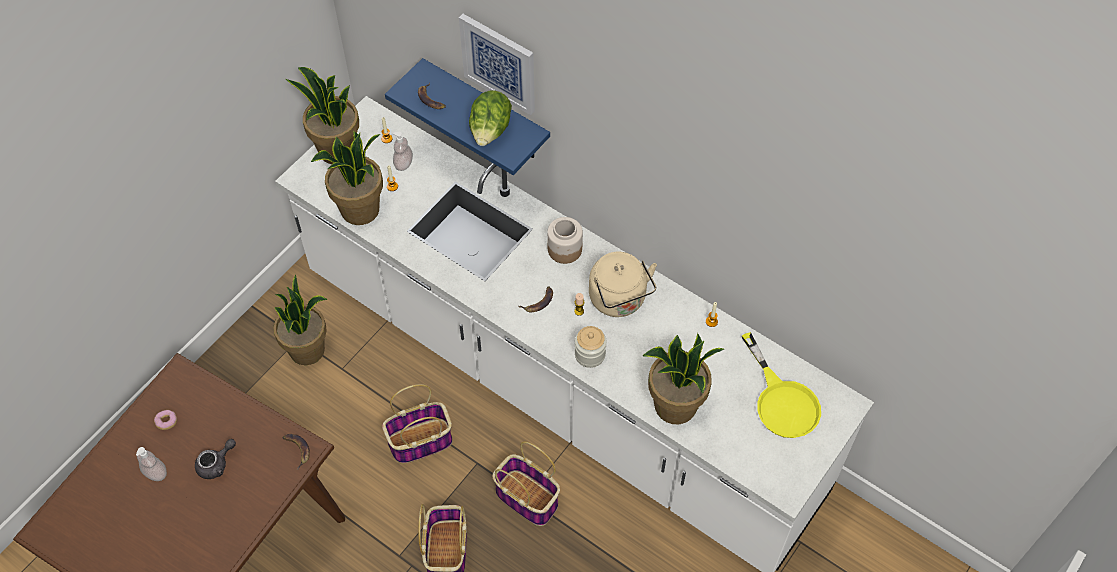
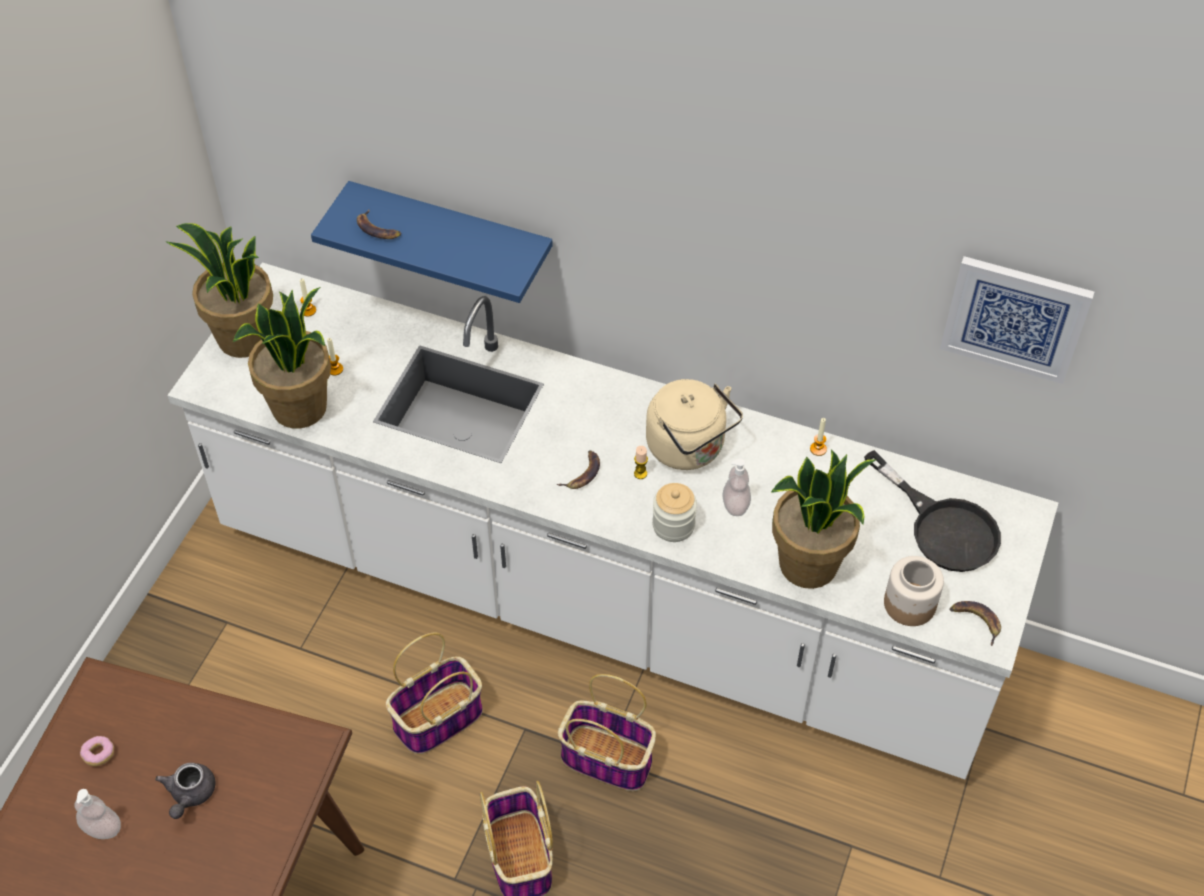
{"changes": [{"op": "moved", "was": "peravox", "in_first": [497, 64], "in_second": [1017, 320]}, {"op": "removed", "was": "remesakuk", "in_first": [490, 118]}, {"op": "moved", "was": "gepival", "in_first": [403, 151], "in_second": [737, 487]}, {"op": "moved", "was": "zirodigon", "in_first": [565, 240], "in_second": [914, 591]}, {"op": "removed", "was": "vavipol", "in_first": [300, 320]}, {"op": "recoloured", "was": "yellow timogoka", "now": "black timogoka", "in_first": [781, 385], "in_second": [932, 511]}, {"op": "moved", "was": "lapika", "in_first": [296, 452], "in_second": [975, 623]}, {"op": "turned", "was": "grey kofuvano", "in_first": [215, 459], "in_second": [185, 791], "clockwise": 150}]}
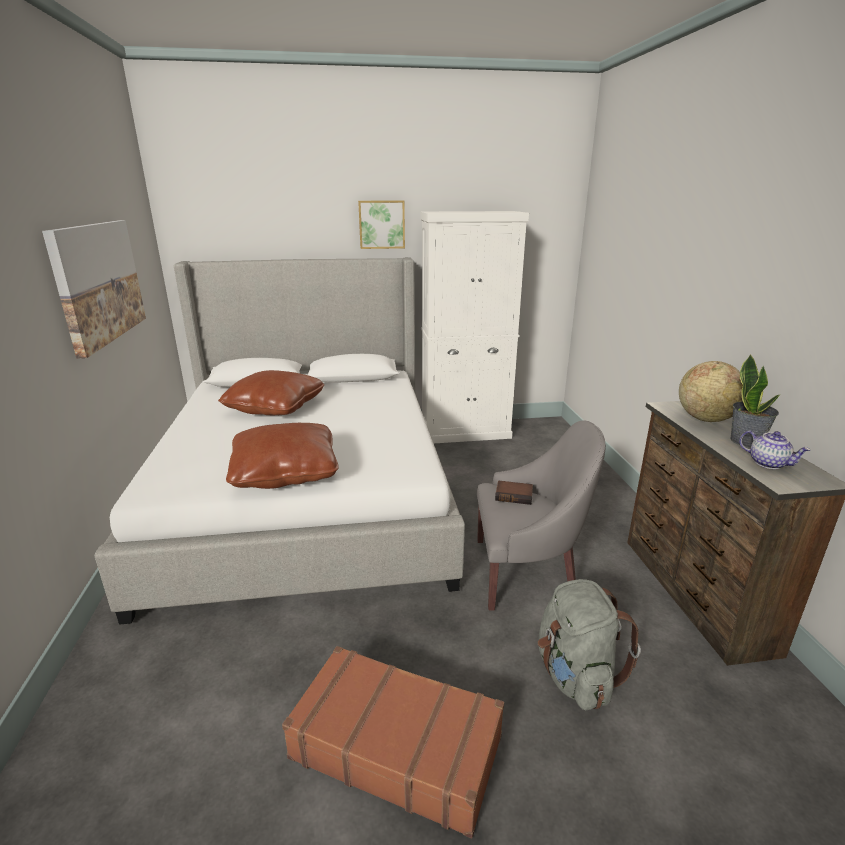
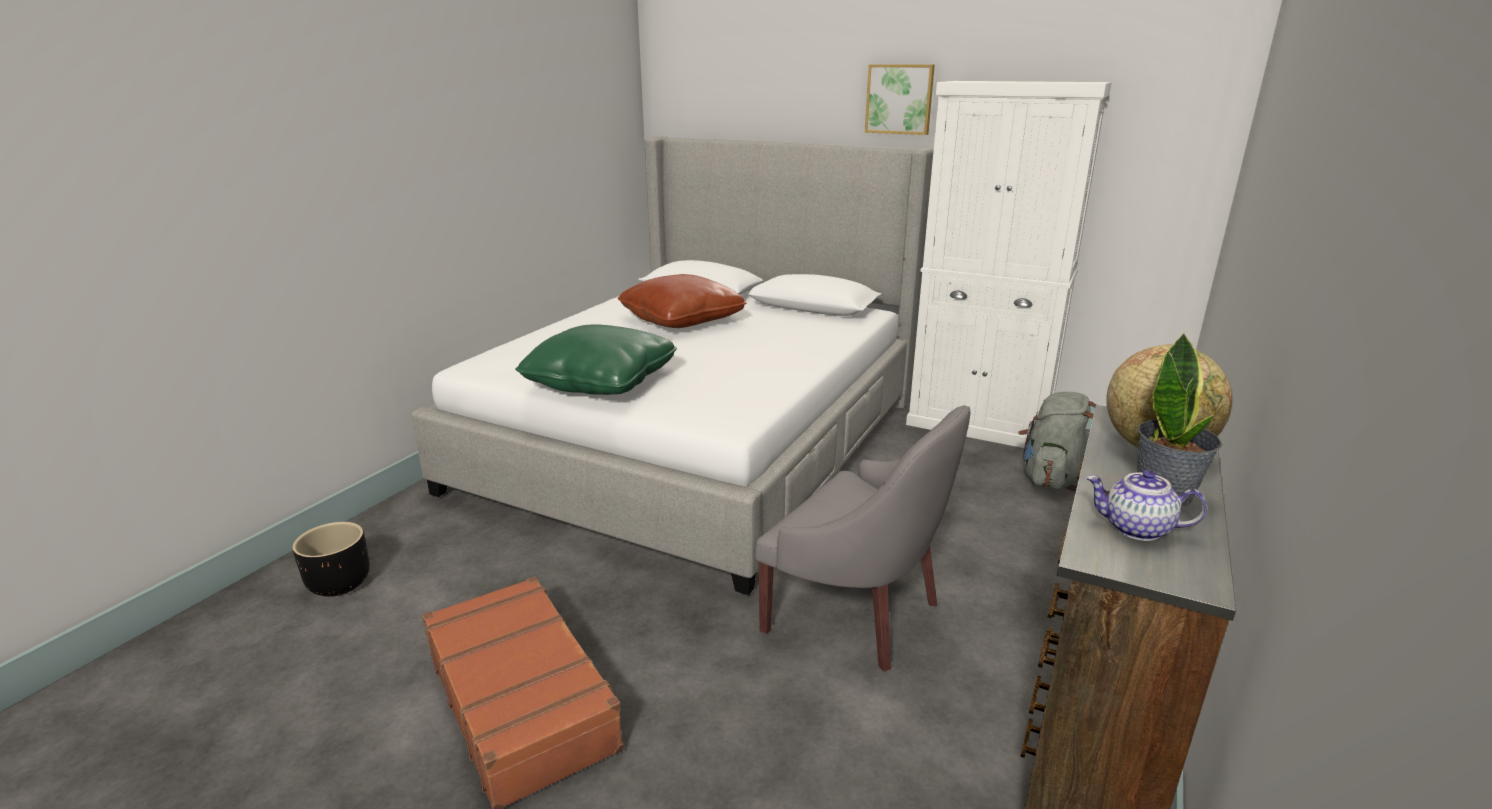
{"changes": [{"op": "removed", "was": "peravox", "in_first": [94, 289]}, {"op": "recoloured", "was": "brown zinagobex", "now": "green zinagobex", "in_first": [282, 456], "in_second": [596, 359]}, {"op": "turned", "was": "kofuvano", "in_first": [775, 450], "in_second": [1146, 505], "clockwise": 120}, {"op": "removed", "was": "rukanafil", "in_first": [514, 492]}, {"op": "moved", "was": "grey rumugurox", "in_first": [589, 644], "in_second": [1057, 441]}, {"op": "added", "now": "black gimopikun", "in_second": [331, 559]}]}
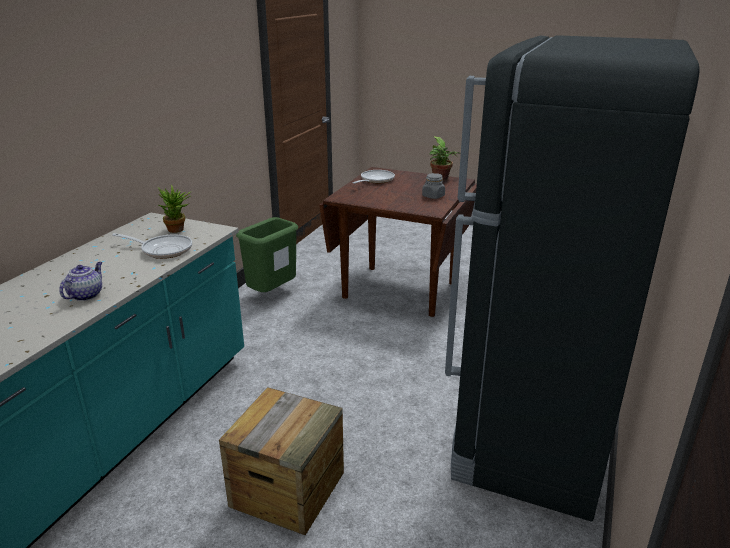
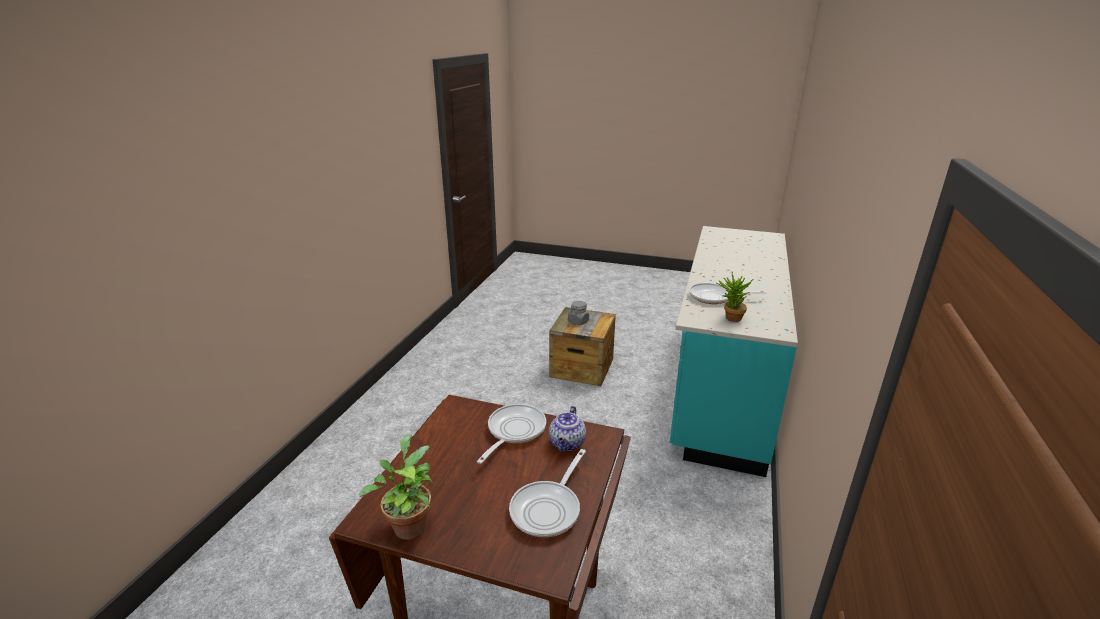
{"changes": [{"op": "removed", "was": "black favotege", "in_first": [572, 278]}, {"op": "moved", "was": "grey zirodigon", "in_first": [433, 186], "in_second": [578, 313]}, {"op": "removed", "was": "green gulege", "in_first": [267, 254]}, {"op": "moved", "was": "kofuvano", "in_first": [80, 281], "in_second": [567, 429]}, {"op": "added", "now": "timogoka", "in_second": [511, 434]}]}
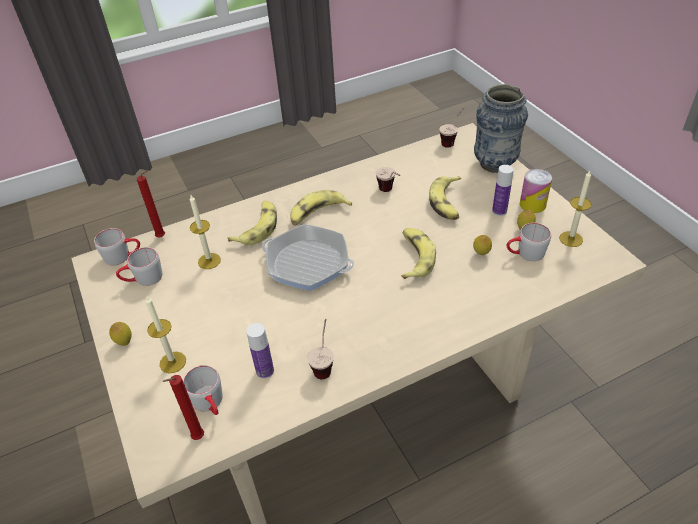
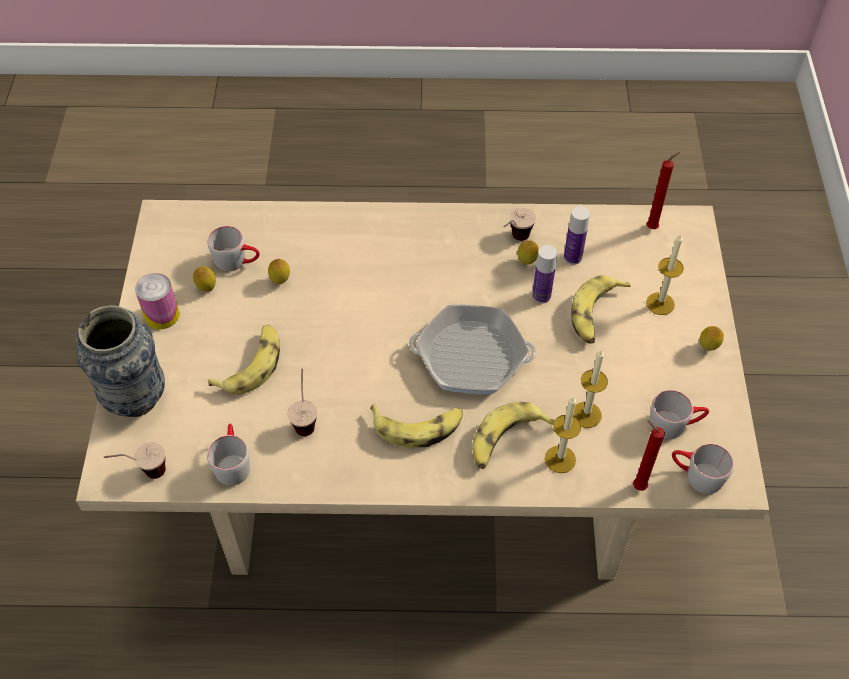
{"changes": [{"op": "moved", "was": "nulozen", "in_first": [503, 190], "in_second": [544, 274]}, {"op": "moved", "was": "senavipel", "in_first": [575, 209], "in_second": [563, 434]}, {"op": "turned", "was": "timogoka", "in_first": [308, 257], "in_second": [472, 349], "clockwise": 135}, {"op": "moved", "was": "lapika", "in_first": [418, 253], "in_second": [601, 309]}, {"op": "moved", "was": "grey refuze", "in_first": [203, 390], "in_second": [228, 455]}, {"op": "added", "now": "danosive", "in_second": [528, 252]}]}
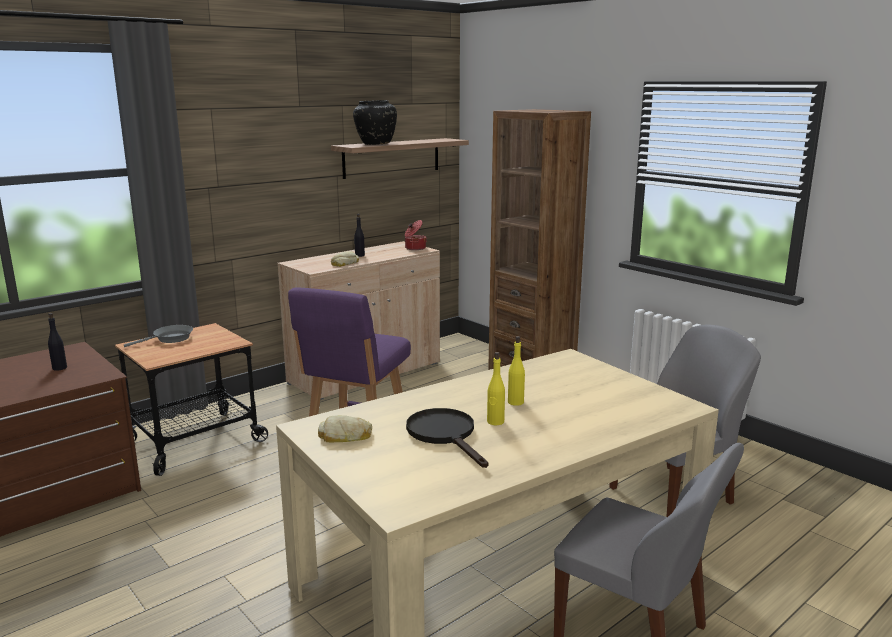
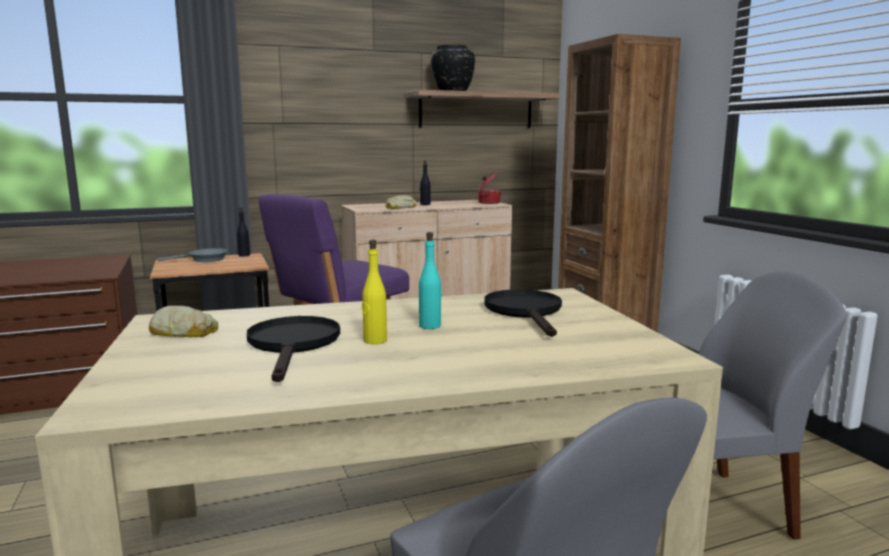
{"changes": [{"op": "moved", "was": "black nulozen", "in_first": [57, 342], "in_second": [243, 232]}, {"op": "recoloured", "was": "yellow nulozen", "now": "turquoise nulozen", "in_first": [516, 371], "in_second": [430, 280]}, {"op": "added", "now": "black timogoka", "in_second": [523, 313]}]}
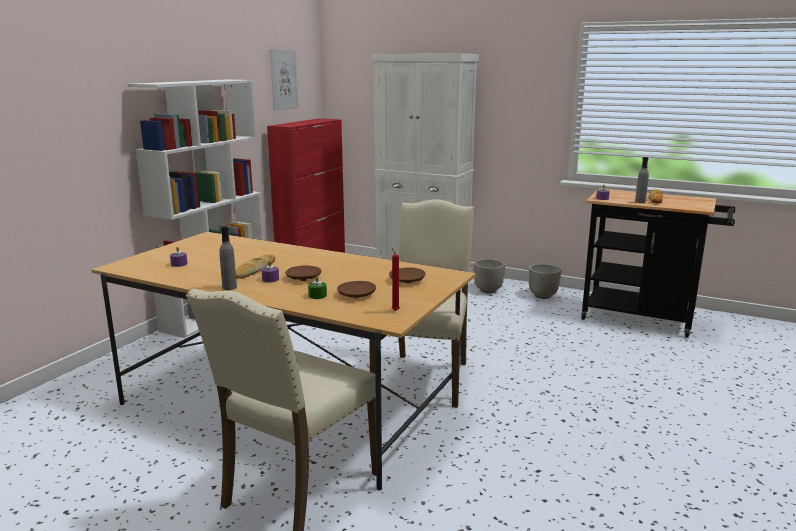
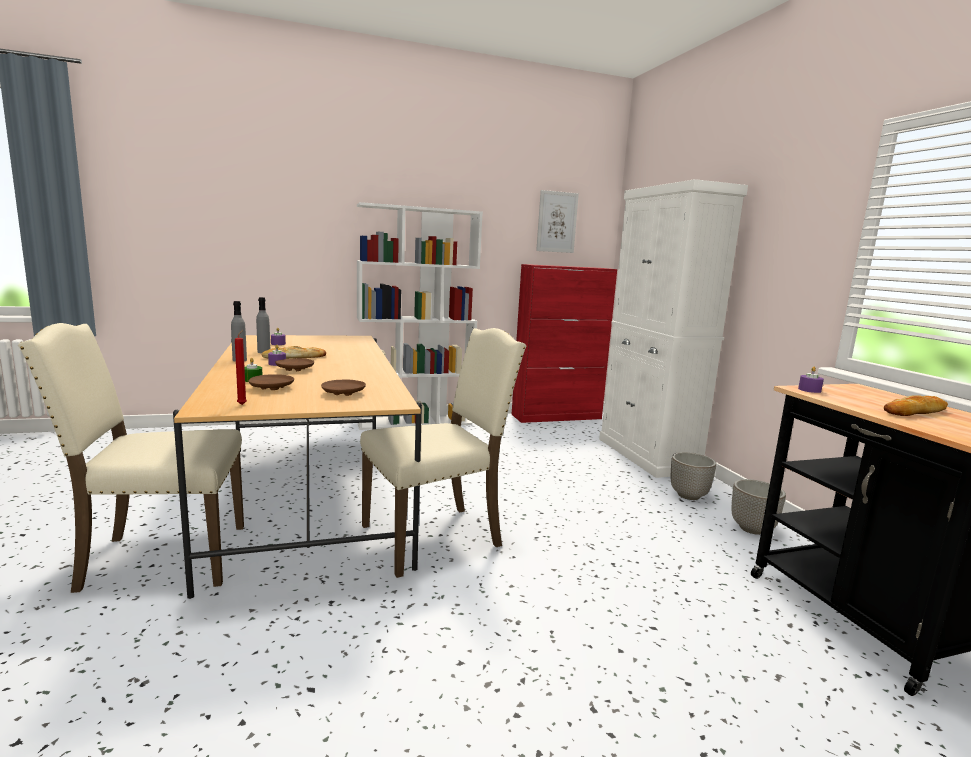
{"changes": [{"op": "moved", "was": "grey nulozen", "in_first": [642, 180], "in_second": [263, 325]}]}
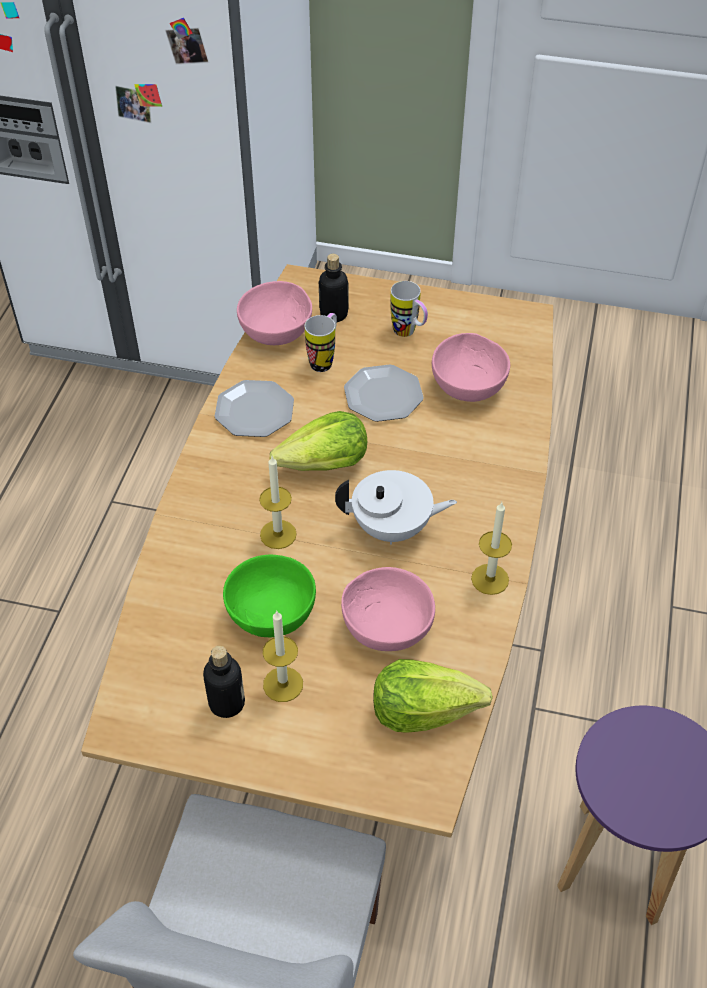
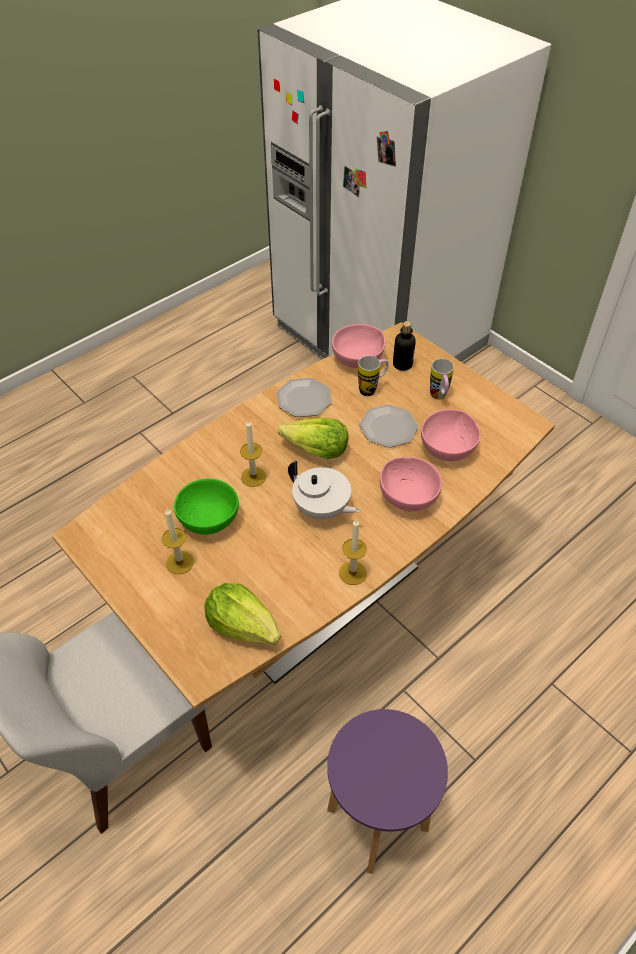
{"changes": [{"op": "moved", "was": "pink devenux", "in_first": [388, 609], "in_second": [411, 484]}, {"op": "removed", "was": "nulozen", "in_first": [224, 682]}]}
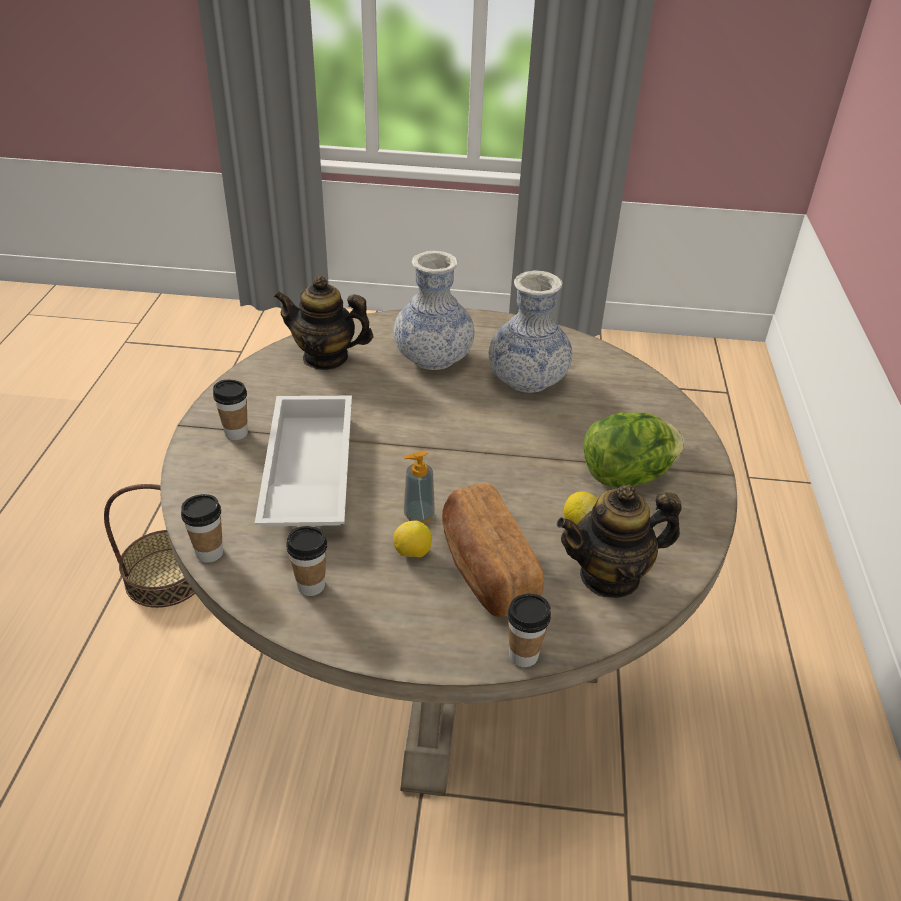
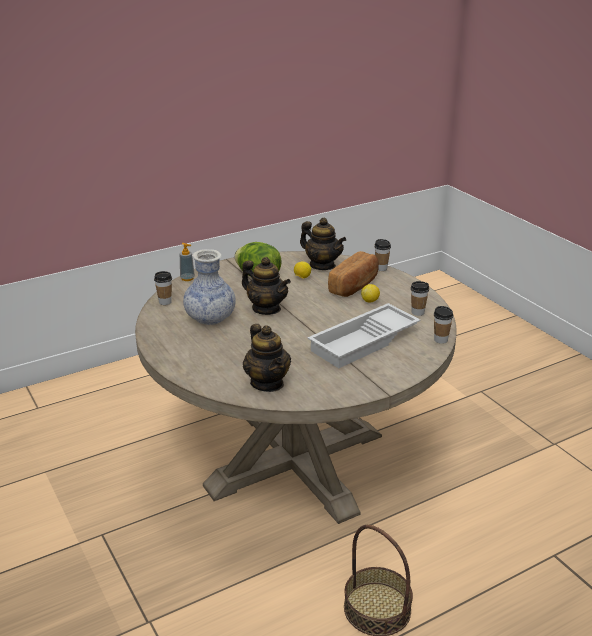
{"changes": [{"op": "removed", "was": "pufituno", "in_first": [433, 310]}, {"op": "moved", "was": "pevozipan", "in_first": [230, 410], "in_second": [163, 288]}, {"op": "moved", "was": "gepival", "in_first": [419, 486], "in_second": [187, 262]}, {"op": "added", "now": "kofuvano", "in_second": [266, 286]}]}
